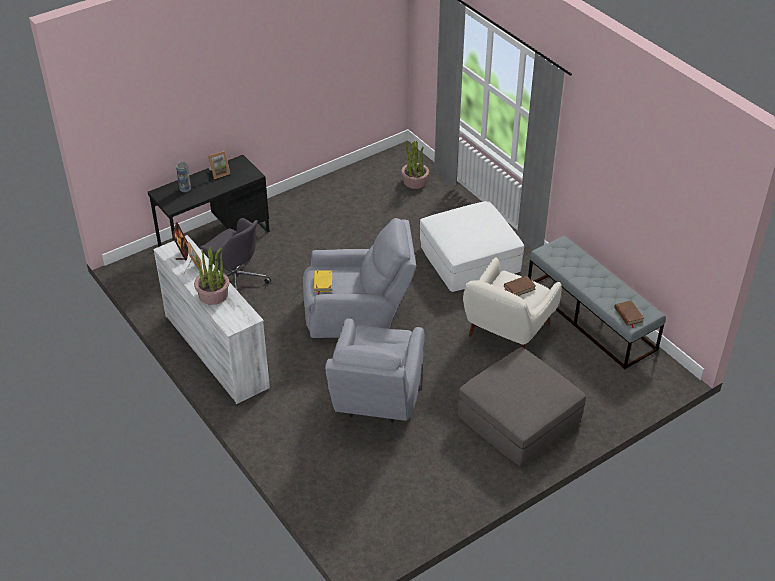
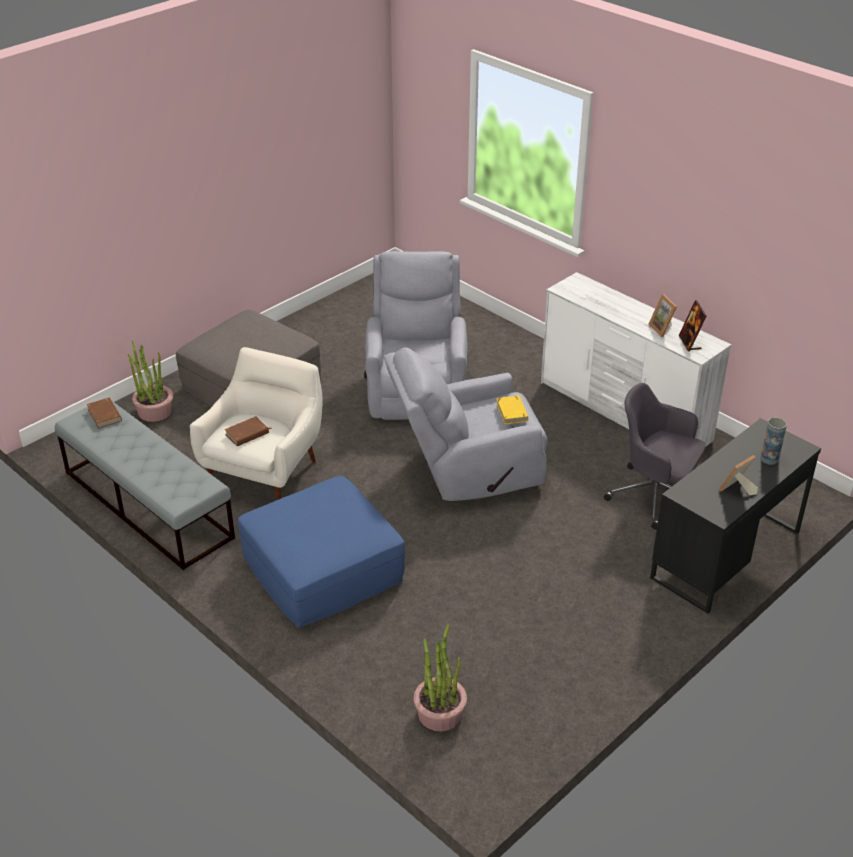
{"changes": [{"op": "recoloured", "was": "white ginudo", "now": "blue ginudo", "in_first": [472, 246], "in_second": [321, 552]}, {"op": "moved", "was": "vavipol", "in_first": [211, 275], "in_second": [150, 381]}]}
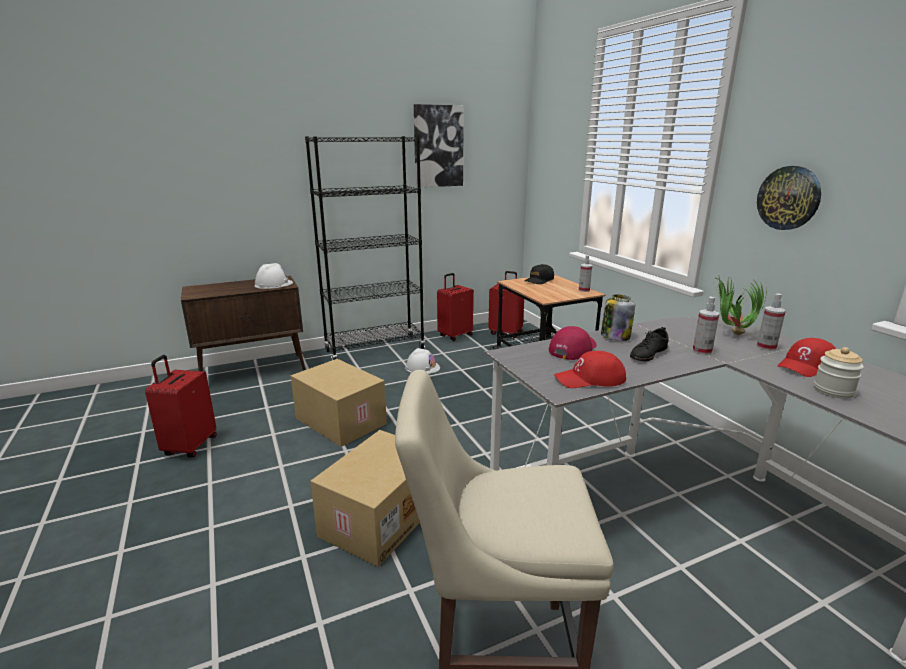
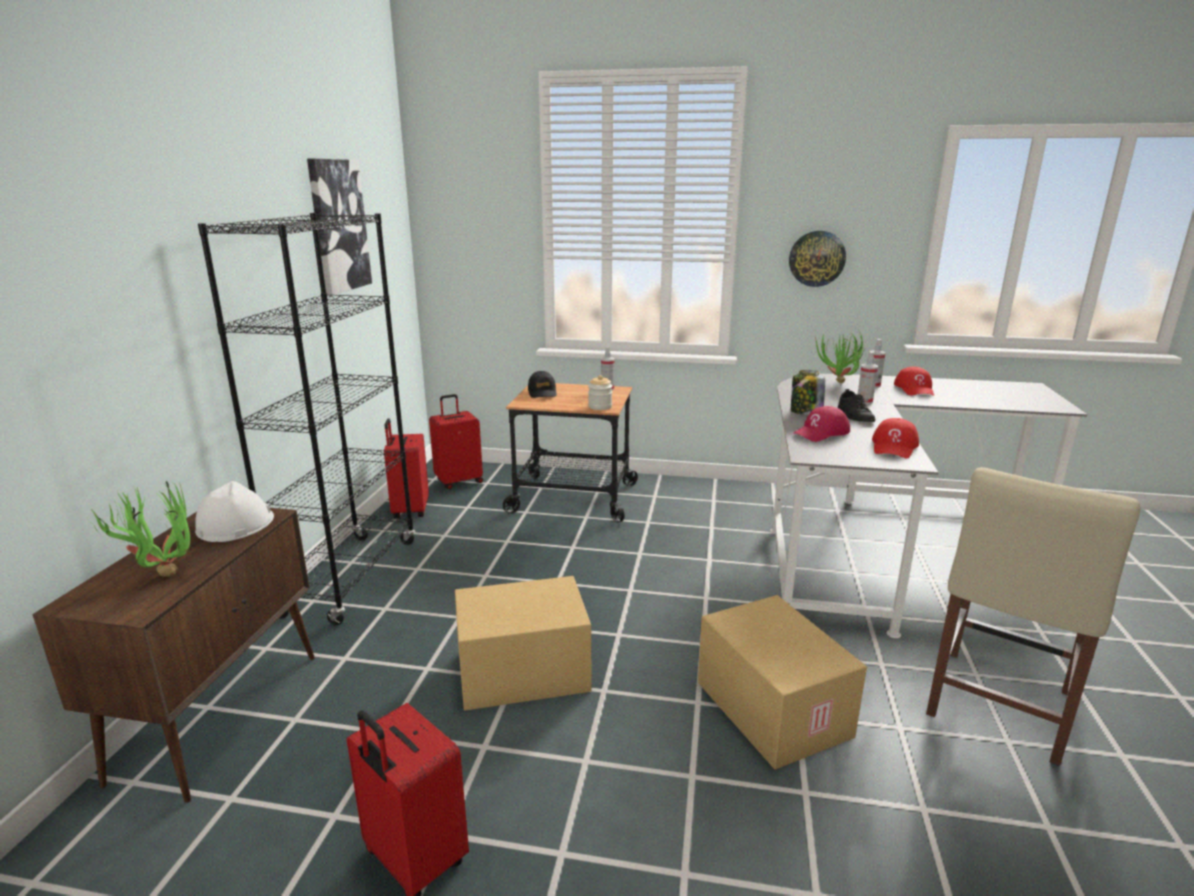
{"changes": [{"op": "turned", "was": "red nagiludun", "in_first": [573, 343], "in_second": [821, 424], "clockwise": -105}, {"op": "moved", "was": "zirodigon", "in_first": [839, 373], "in_second": [600, 392]}, {"op": "removed", "was": "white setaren", "in_first": [422, 361]}, {"op": "added", "now": "vavipol", "in_second": [138, 529]}]}
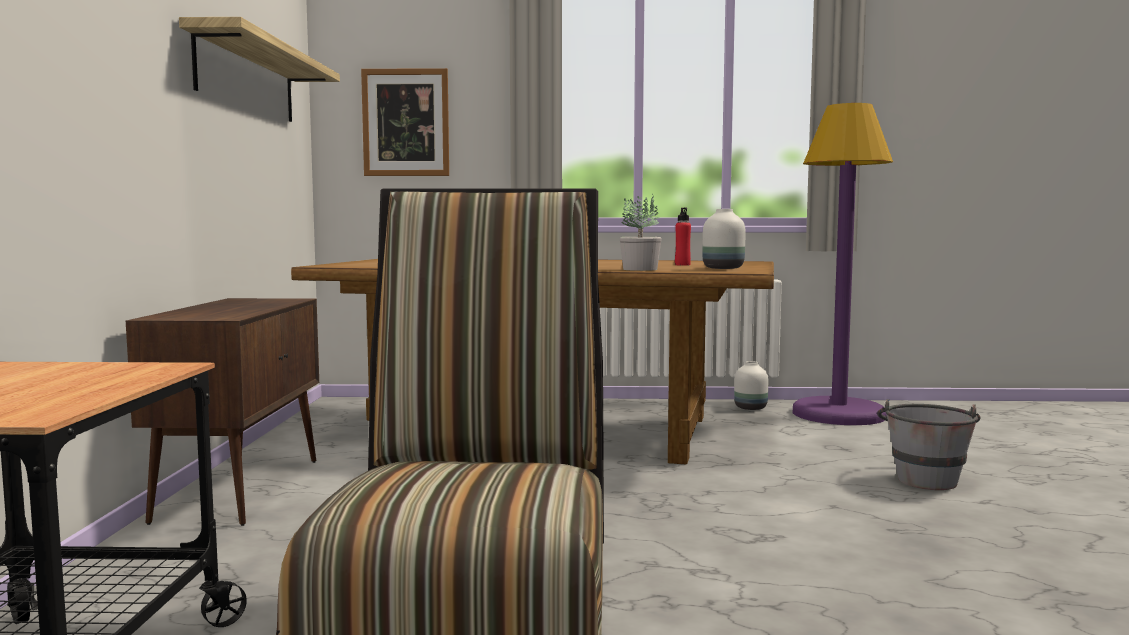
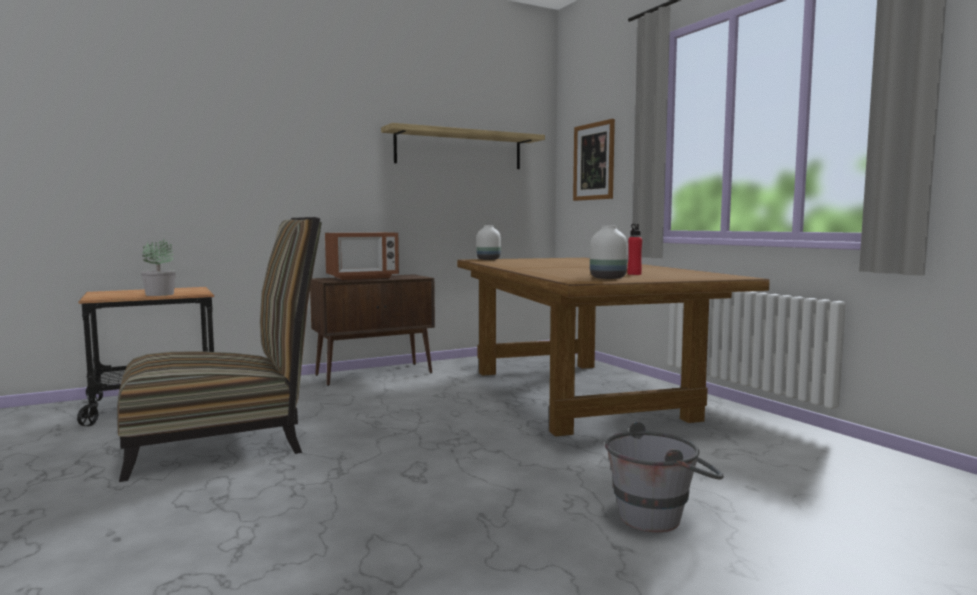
{"changes": [{"op": "removed", "was": "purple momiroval", "in_first": [843, 264]}, {"op": "moved", "was": "vavipol", "in_first": [641, 232], "in_second": [158, 267]}, {"op": "moved", "was": "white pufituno", "in_first": [751, 385], "in_second": [488, 242]}, {"op": "added", "now": "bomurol", "in_second": [362, 256]}]}
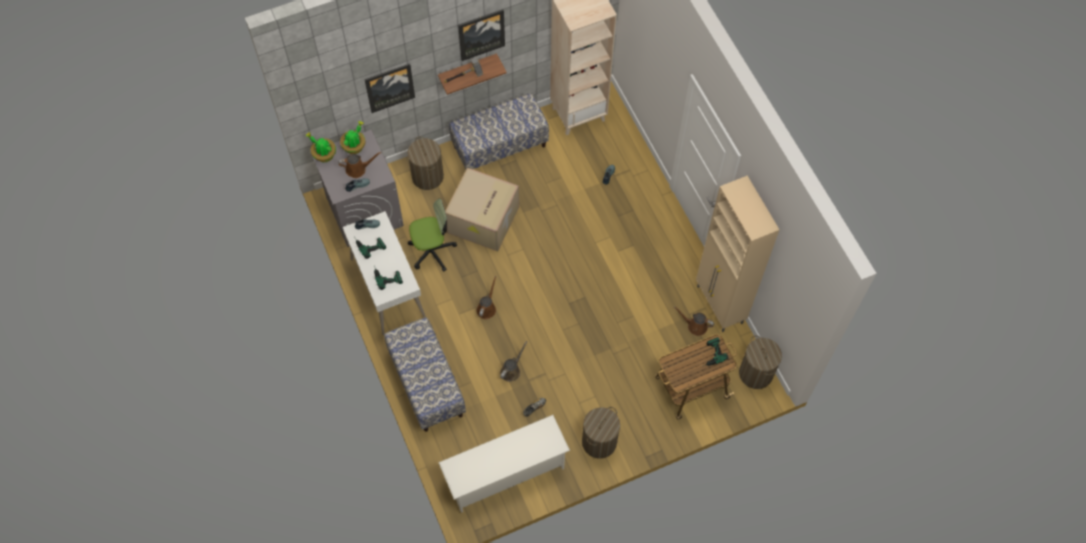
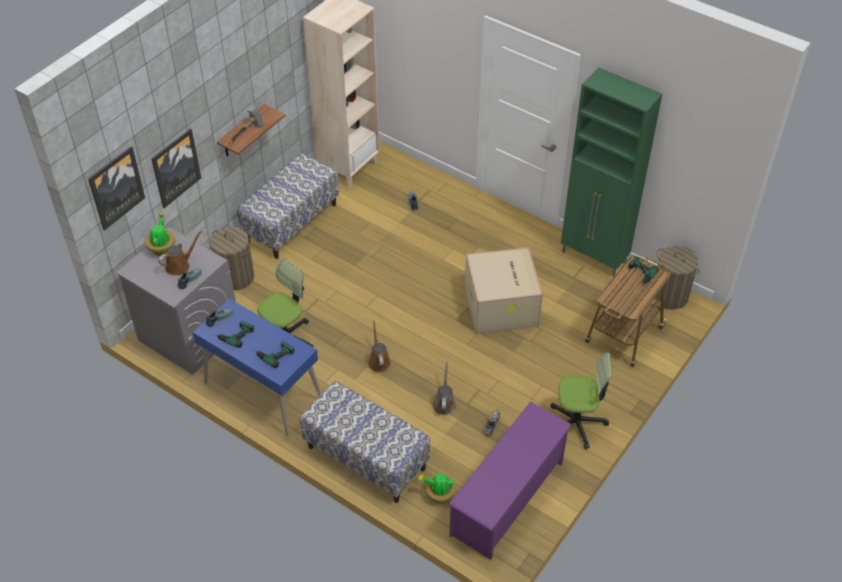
{"changes": [{"op": "moved", "was": "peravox", "in_first": [481, 35], "in_second": [116, 188]}, {"op": "moved", "was": "vavipol", "in_first": [321, 147], "in_second": [437, 488]}, {"op": "moved", "was": "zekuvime", "in_first": [482, 209], "in_second": [504, 290]}, {"op": "recoloured", "was": "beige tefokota", "now": "green tefokota", "in_first": [738, 254], "in_second": [611, 172]}, {"op": "recoloured", "was": "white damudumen", "now": "blue damudumen", "in_first": [384, 273], "in_second": [257, 367]}, {"op": "removed", "was": "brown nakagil", "in_first": [694, 321]}, {"op": "replaced", "was": "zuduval", "now": "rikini", "in_first": [601, 433], "in_second": [581, 400]}, {"op": "recoloured", "was": "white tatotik", "now": "purple tatotik", "in_first": [504, 464], "in_second": [510, 481]}]}
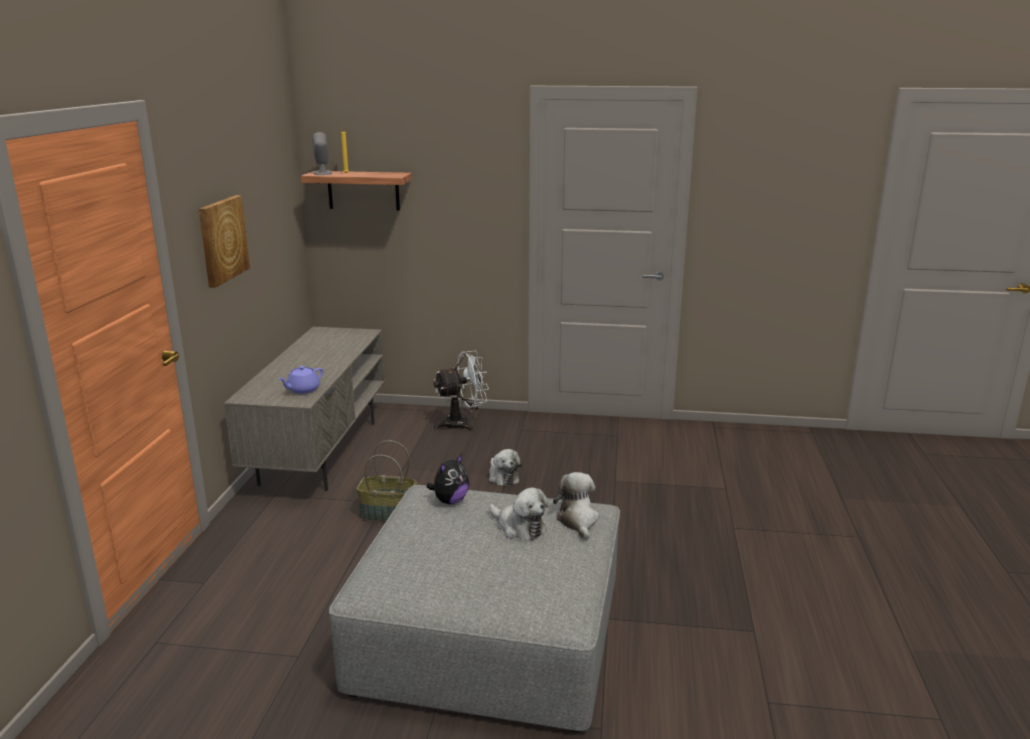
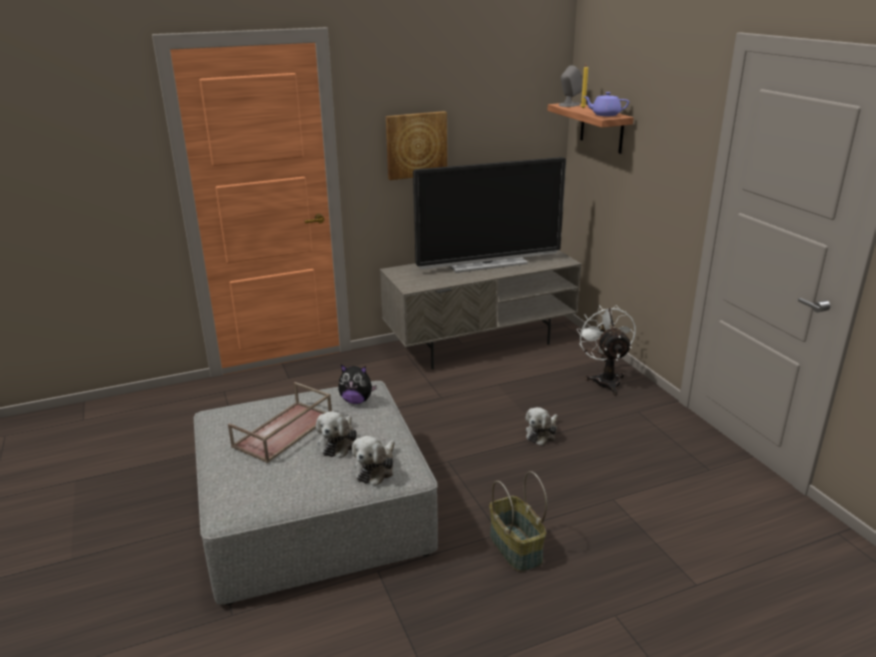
{"changes": [{"op": "turned", "was": "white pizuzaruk", "in_first": [461, 391], "in_second": [606, 350], "clockwise": -135}, {"op": "moved", "was": "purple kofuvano", "in_first": [300, 380], "in_second": [606, 104]}, {"op": "moved", "was": "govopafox", "in_first": [386, 481], "in_second": [518, 521]}, {"op": "turned", "was": "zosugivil", "in_first": [576, 506], "in_second": [373, 461], "clockwise": 150}, {"op": "added", "now": "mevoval", "in_second": [489, 215]}, {"op": "added", "now": "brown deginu", "in_second": [280, 422]}]}
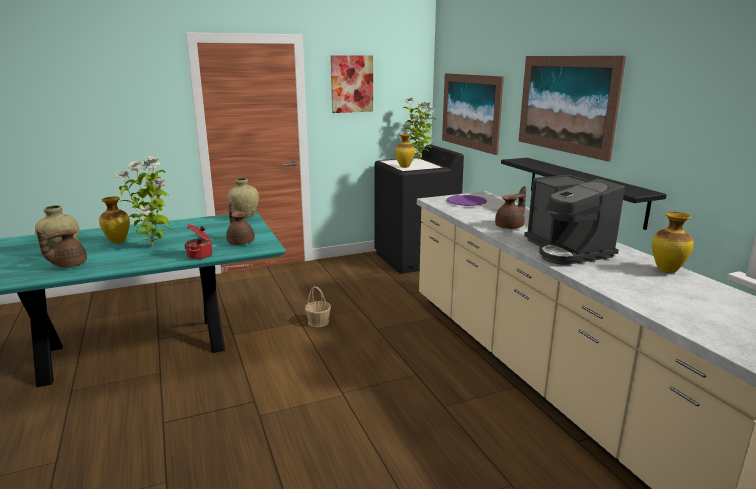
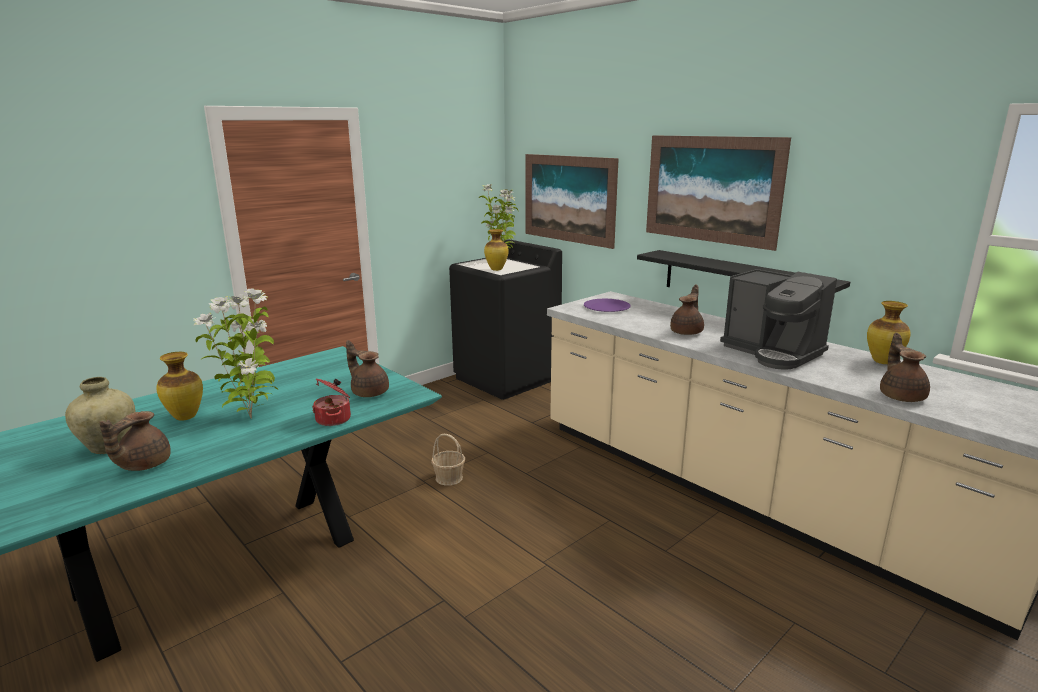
{"changes": [{"op": "removed", "was": "peravox", "in_first": [352, 84]}, {"op": "removed", "was": "beige pufituno", "in_first": [243, 198]}, {"op": "added", "now": "brown kofuvano", "in_second": [905, 367]}]}
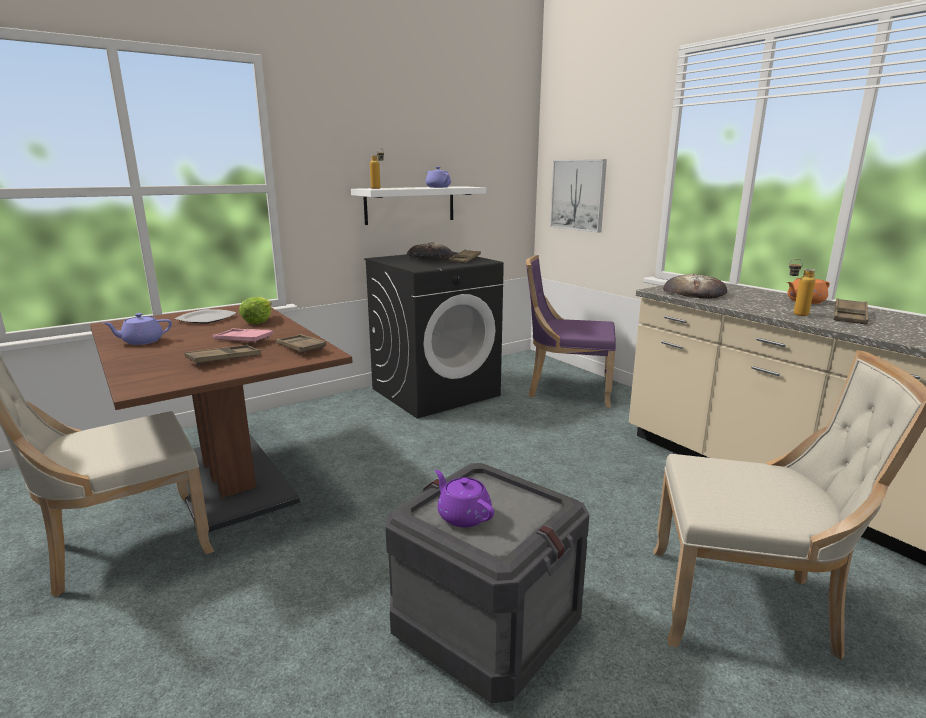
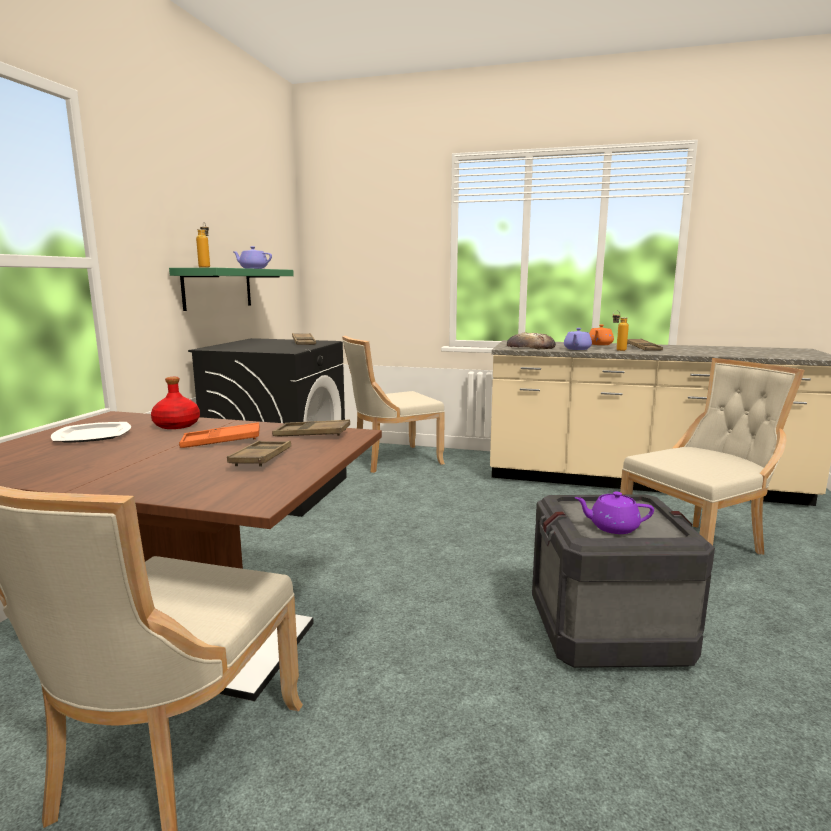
{"changes": [{"op": "removed", "was": "peravox", "in_first": [578, 196]}, {"op": "recoloured", "was": "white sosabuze", "now": "green sosabuze", "in_first": [418, 205], "in_second": [231, 289]}, {"op": "removed", "was": "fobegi", "in_first": [430, 250]}, {"op": "recoloured", "was": "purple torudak", "now": "beige torudak", "in_first": [571, 331], "in_second": [393, 404]}, {"op": "replaced", "was": "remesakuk", "now": "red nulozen", "in_first": [255, 310], "in_second": [175, 403]}, {"op": "moved", "was": "purple kofuvano", "in_first": [137, 329], "in_second": [578, 339]}, {"op": "recoloured", "was": "pink deginu", "now": "orange deginu", "in_first": [243, 336], "in_second": [219, 435]}]}
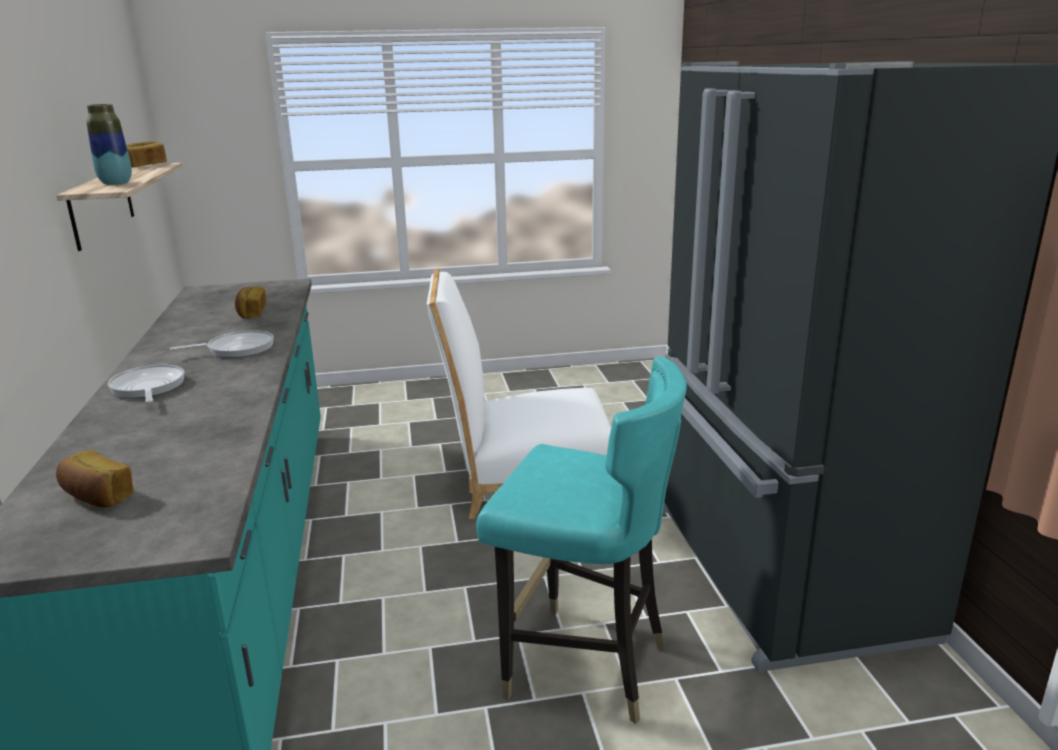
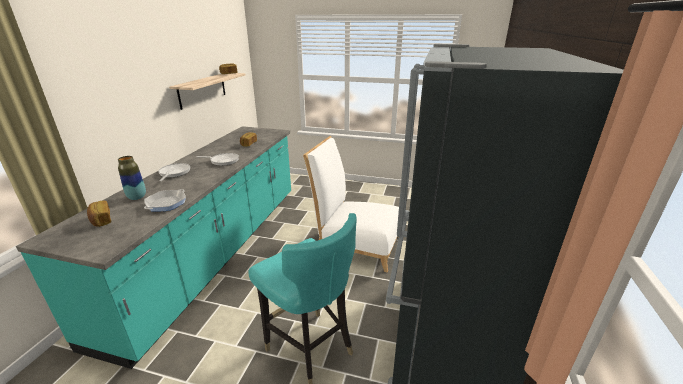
{"changes": [{"op": "moved", "was": "pufituno", "in_first": [109, 144], "in_second": [132, 178]}, {"op": "added", "now": "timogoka", "in_second": [165, 200]}]}
